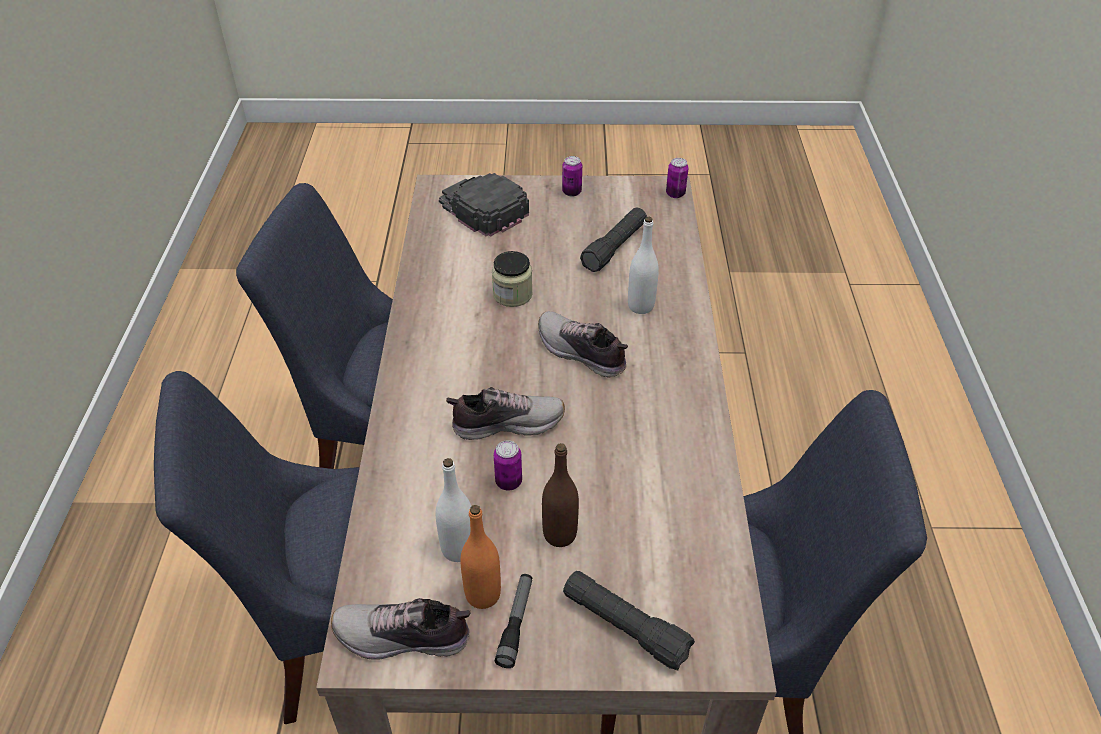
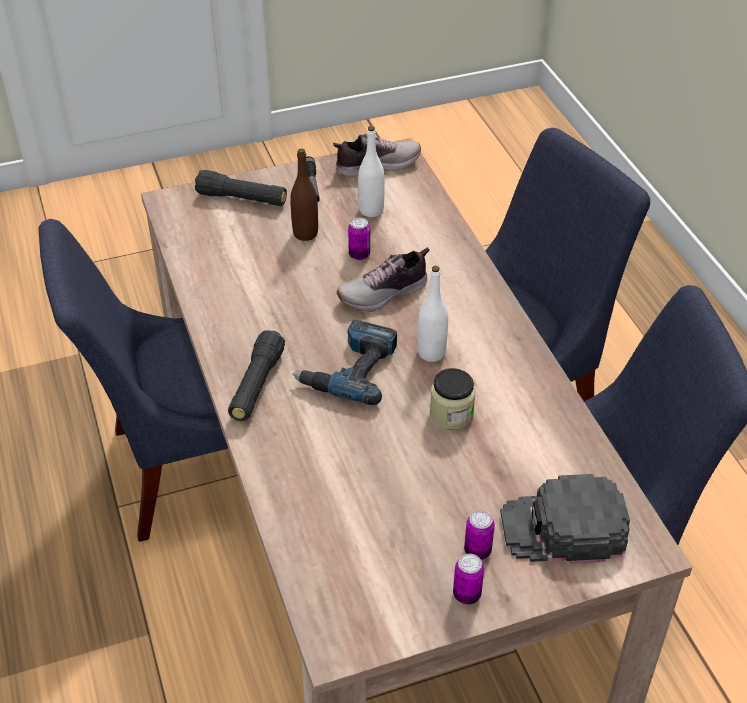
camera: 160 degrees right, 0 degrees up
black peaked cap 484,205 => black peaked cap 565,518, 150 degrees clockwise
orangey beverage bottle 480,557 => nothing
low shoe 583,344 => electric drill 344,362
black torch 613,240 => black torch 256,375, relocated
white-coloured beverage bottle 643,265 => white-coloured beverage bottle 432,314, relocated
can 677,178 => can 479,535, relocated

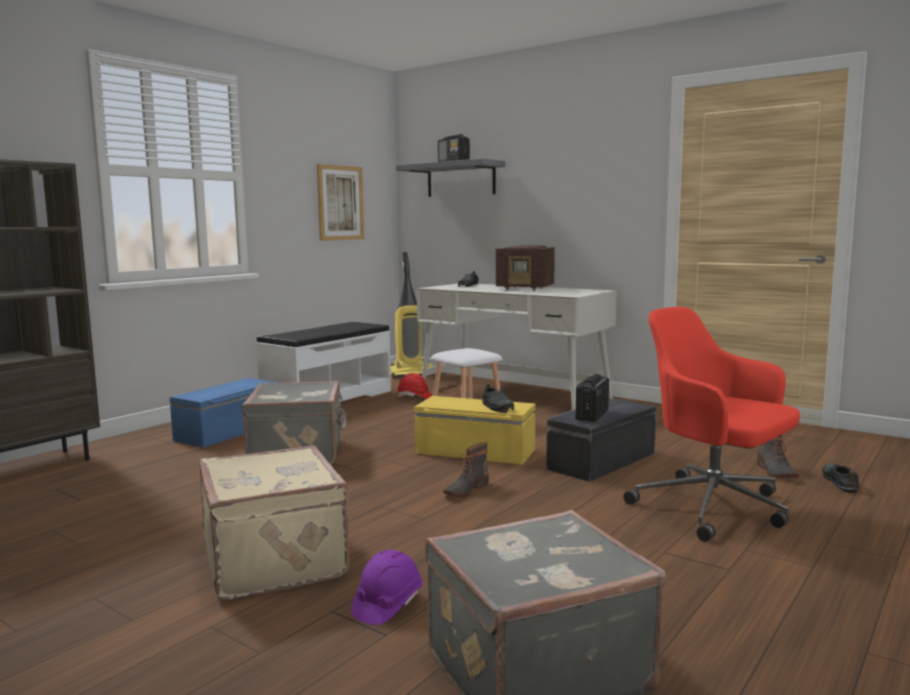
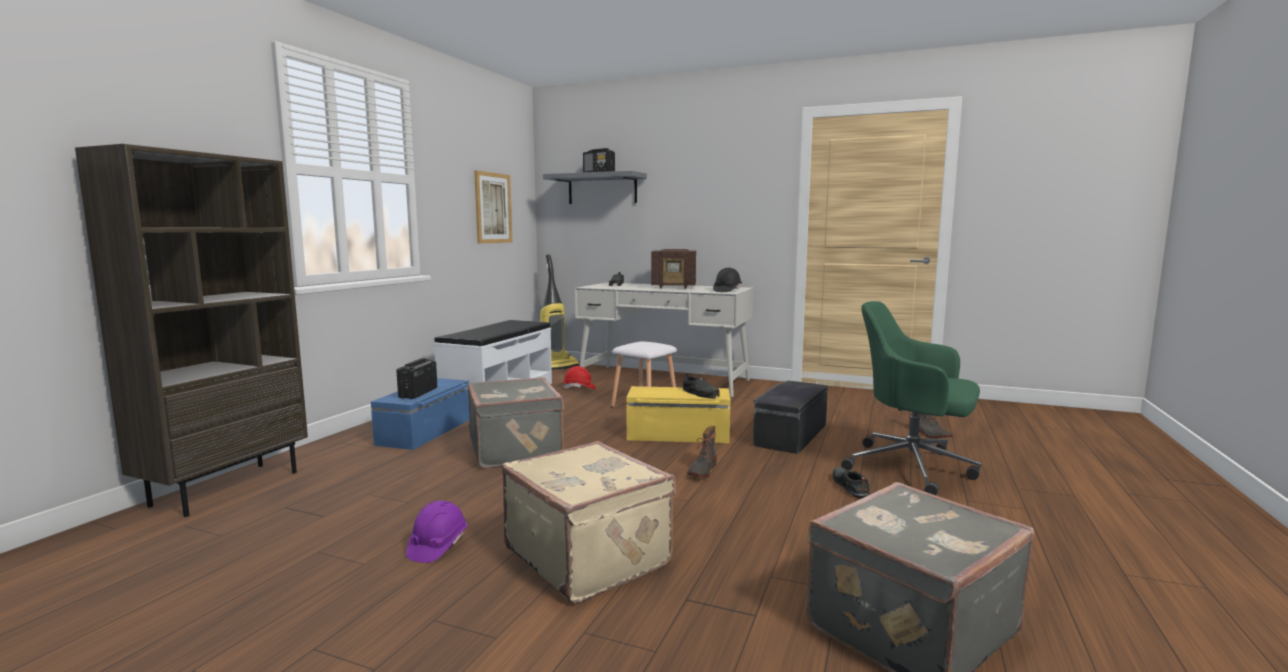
camera: 15 degrees left, 0 degrees up
purple-coloured safety helmet 387,587 => purple-coloured safety helmet 436,531, relocated
radio receiver 592,398 => radio receiver 416,378, relocated
reddish desk chair 711,424 => greenish desk chair 911,398
black low shoe 840,478 => black low shoe 851,483, relocated
nothing => black safety helmet 727,280

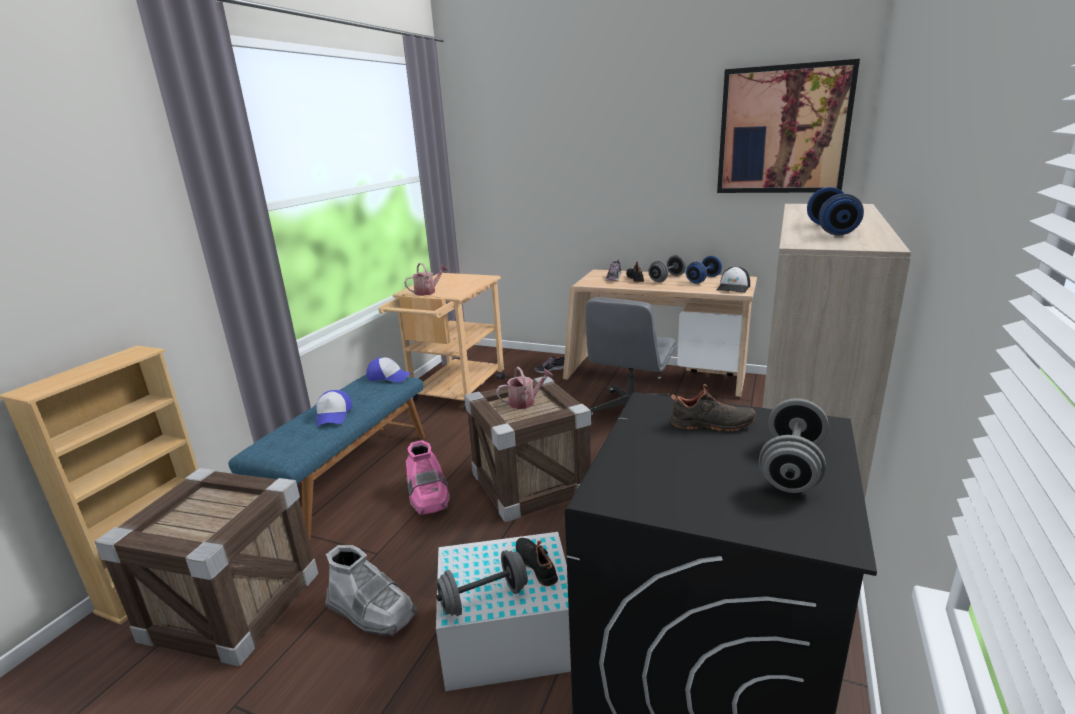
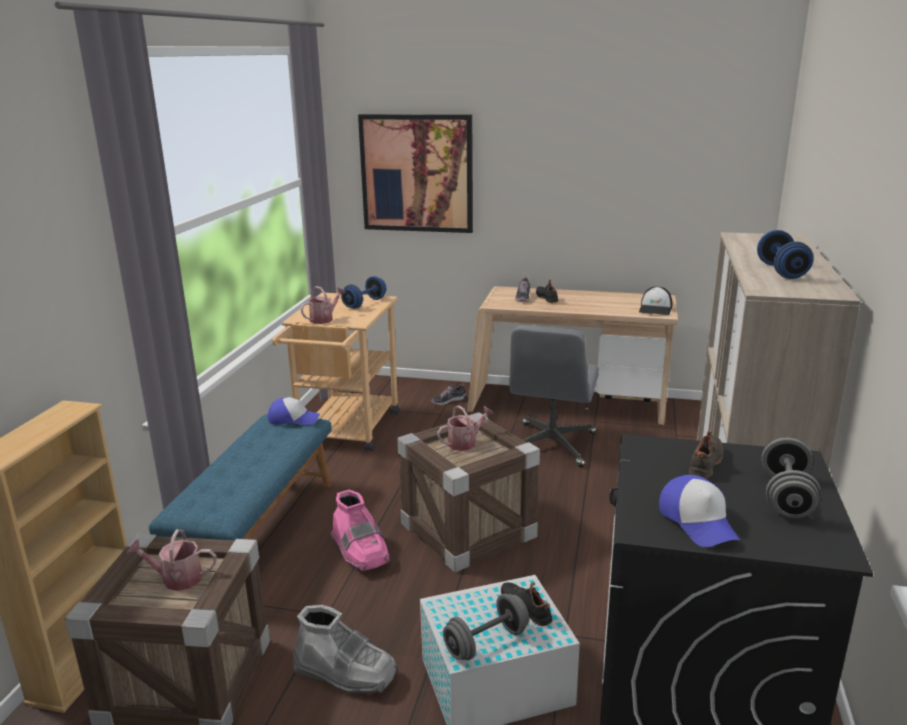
camera: 10 degrees left, 0 degrees up
peaked cap 334,408 => peaked cap 699,511, relocated
grey free weight 667,268 => nothing
black low shoe 713,407 => black low shoe 706,454, 60 degrees counterclockwise
blue free weight 704,270 => blue free weight 363,292, relocated
picture 788,126 => picture 415,173, relocated
nothing => sprinkling can 172,560

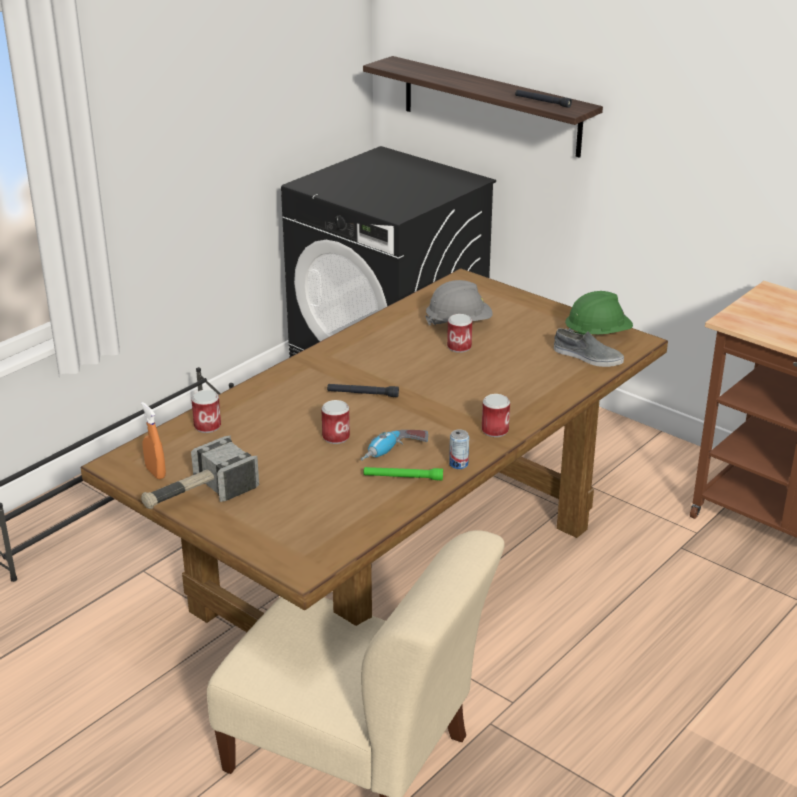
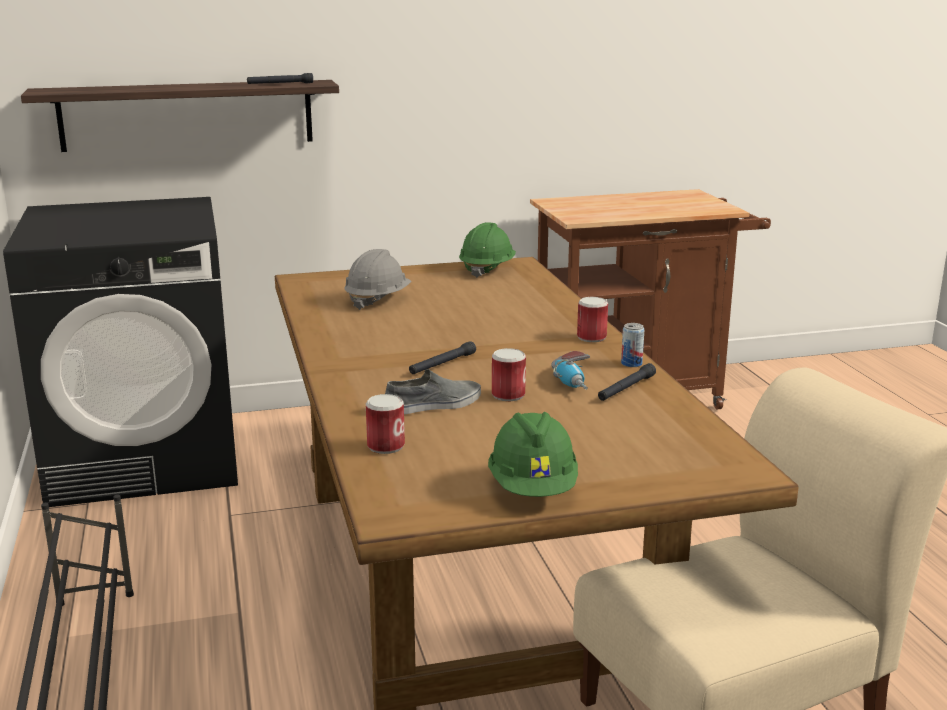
camera: 55 degrees left, 10 degrees down
orangey sprayer 153,440 => nothing
hand hammer 200,472 => greenish safety helmet 533,454
greenish torch 403,473 => black torch 627,382
can 459,333 => nothing
grey low shoe 589,347 => grey low shoe 433,391, relocated

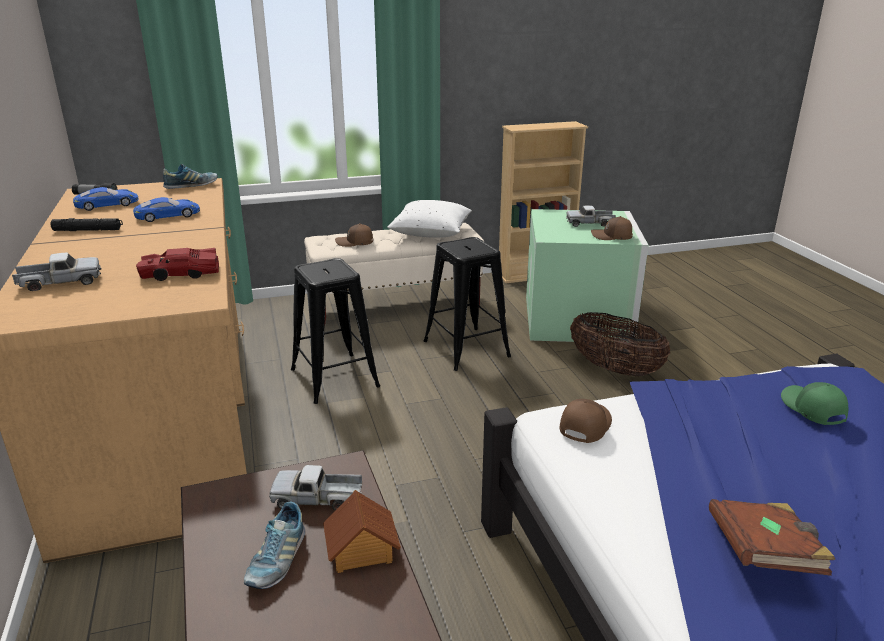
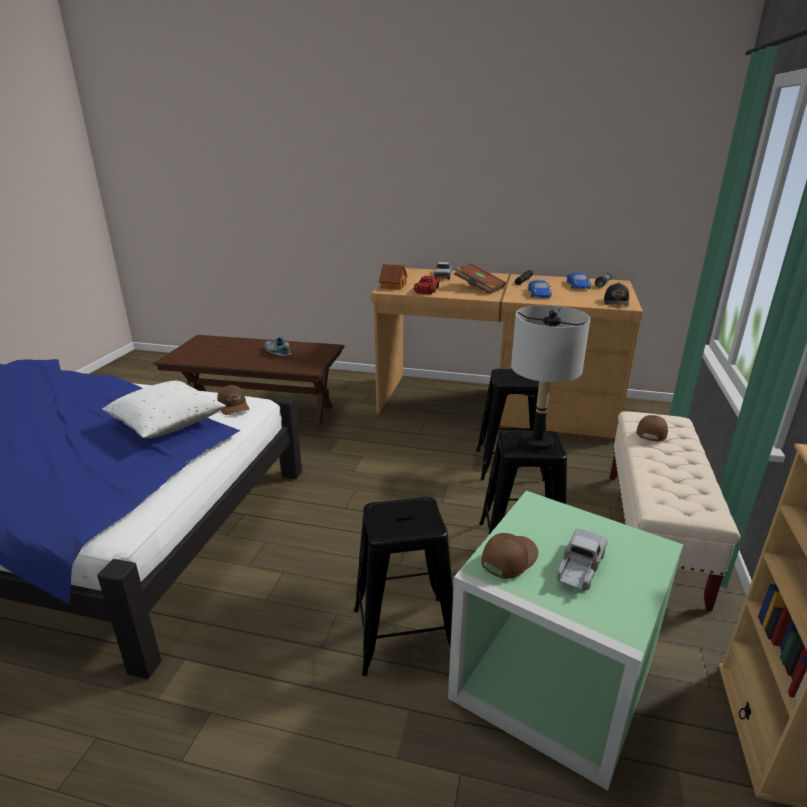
camera: 120 degrees right, 0 degrees up
low shoe 190,176 => black peaked cap 616,294
toy lorry 315,487 => nothing
toy house 362,531 => toy house 393,277, relocated
white-coloured cushion 429,219 => white-coloured cushion 164,409, relocated
basket 620,344 => black sitting stool 403,586
brown-coloured book 772,537 => brown-coloured book 480,278, relocated
greenish peaked cap 814,403 => nothing
nothing => grey lamp for a table 550,378

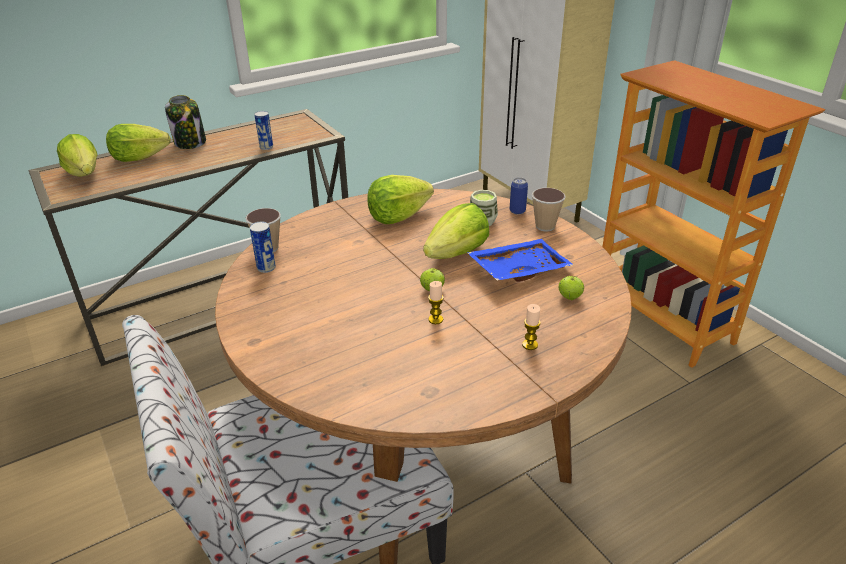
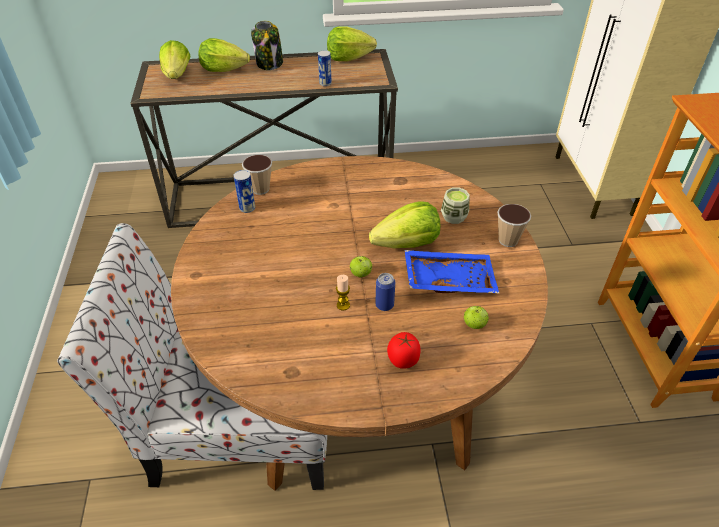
camera: 25 degrees right, 10 degrees up
lettuce 401,199 => lettuce 352,43, relocated
can 519,195 => can 385,292, relocated
wax candle 531,327 => whole tomato 404,350

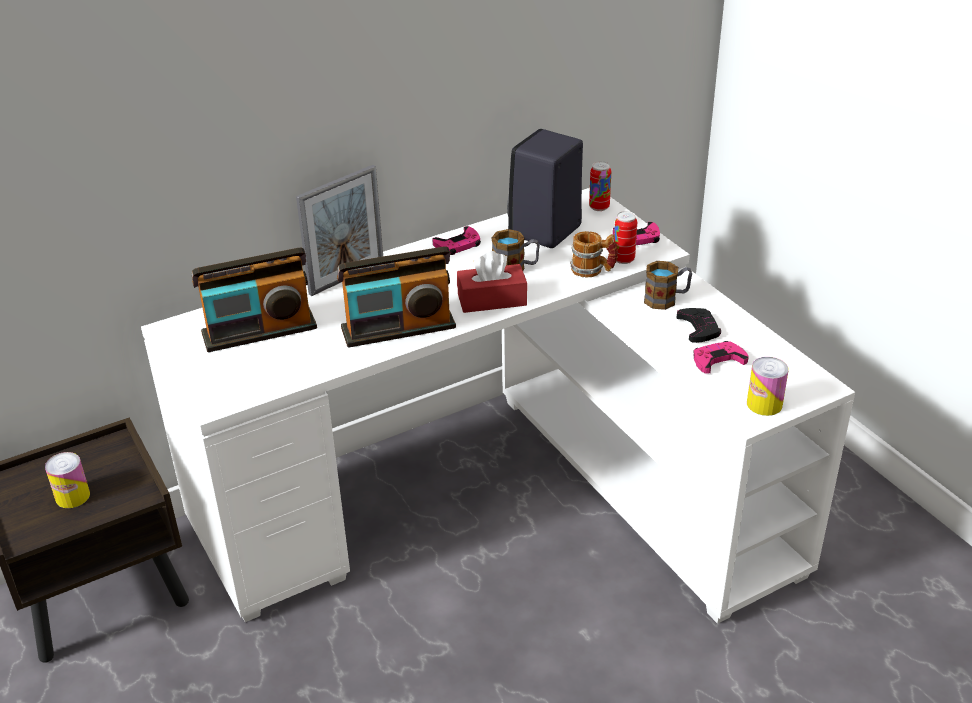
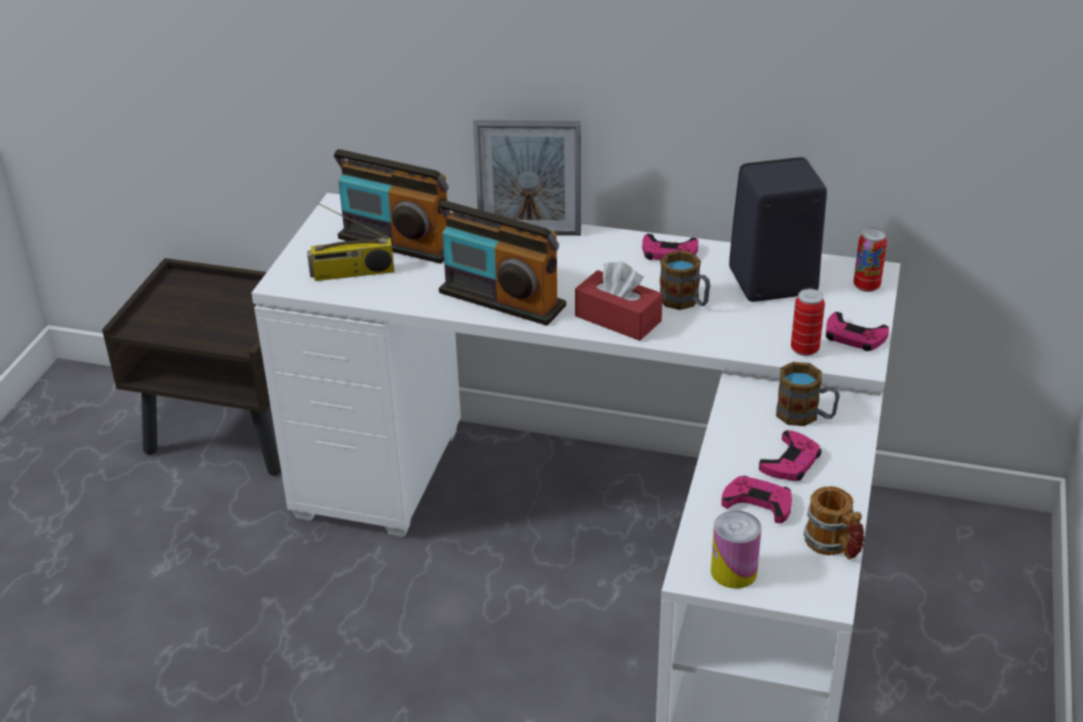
camera: 45 degrees right, 0 degrees up
can 67,480 => nothing
mug 594,254 => mug 834,523, relocated
black game controller 699,325 => pink game controller 790,455
nothing => radio receiver 350,242

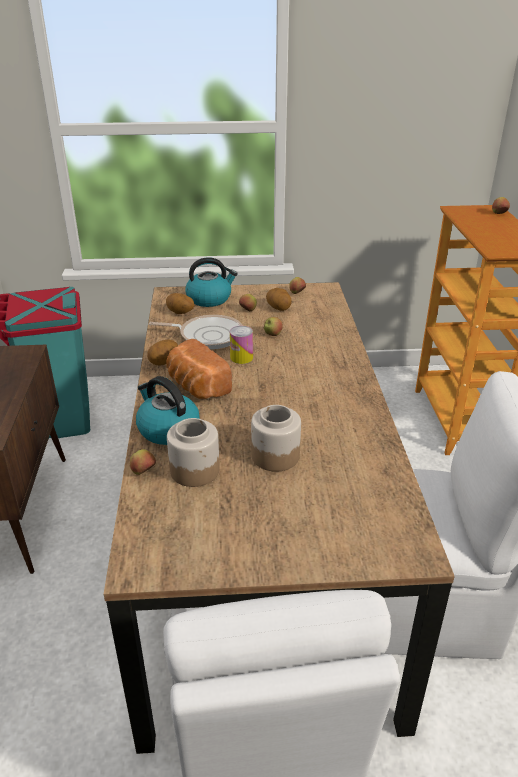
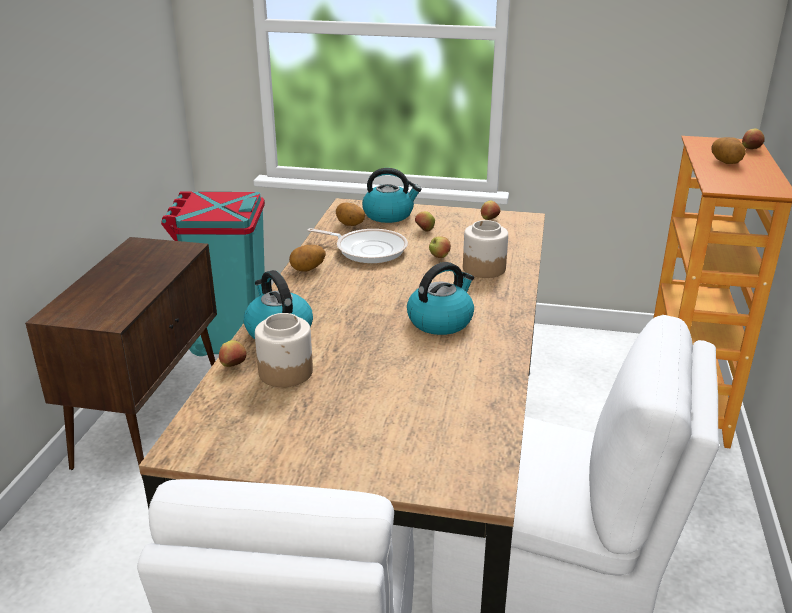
camera: 15 degrees right, 5 degrees down
bread 199,369 => nothing
can 241,345 => nothing
preserve jar 276,438 => preserve jar 485,249, relocated
potato 279,299 => potato 728,150, relocated
nothing => tea kettle 440,298

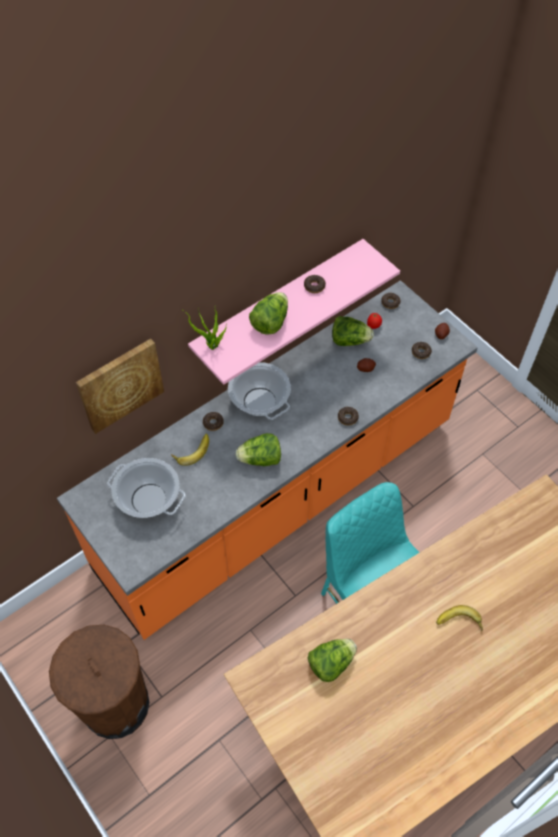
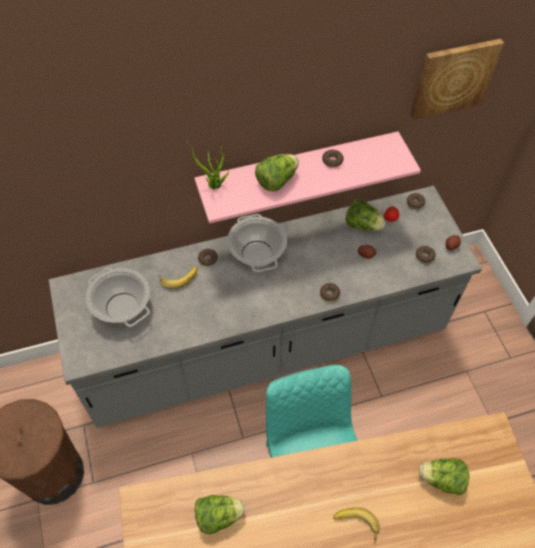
camera: 20 degrees right, 0 degrees up
orangey kitchen counter 267,460 => grey kitchen counter 265,307
picture 120,386 => picture 457,79, relocated
lettuce 258,449 => lettuce 444,476, relocated

